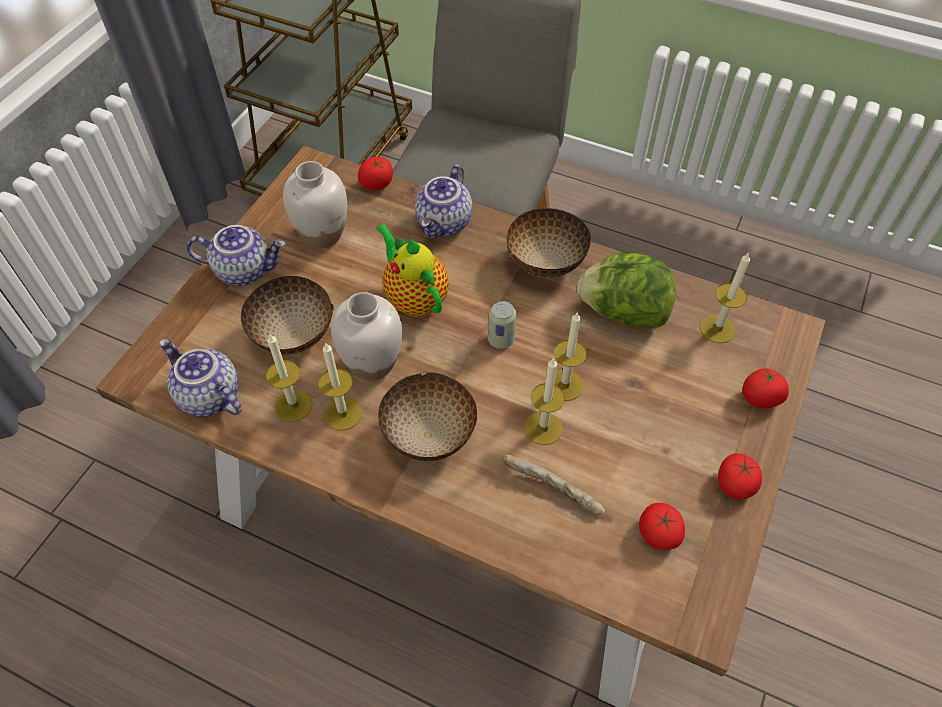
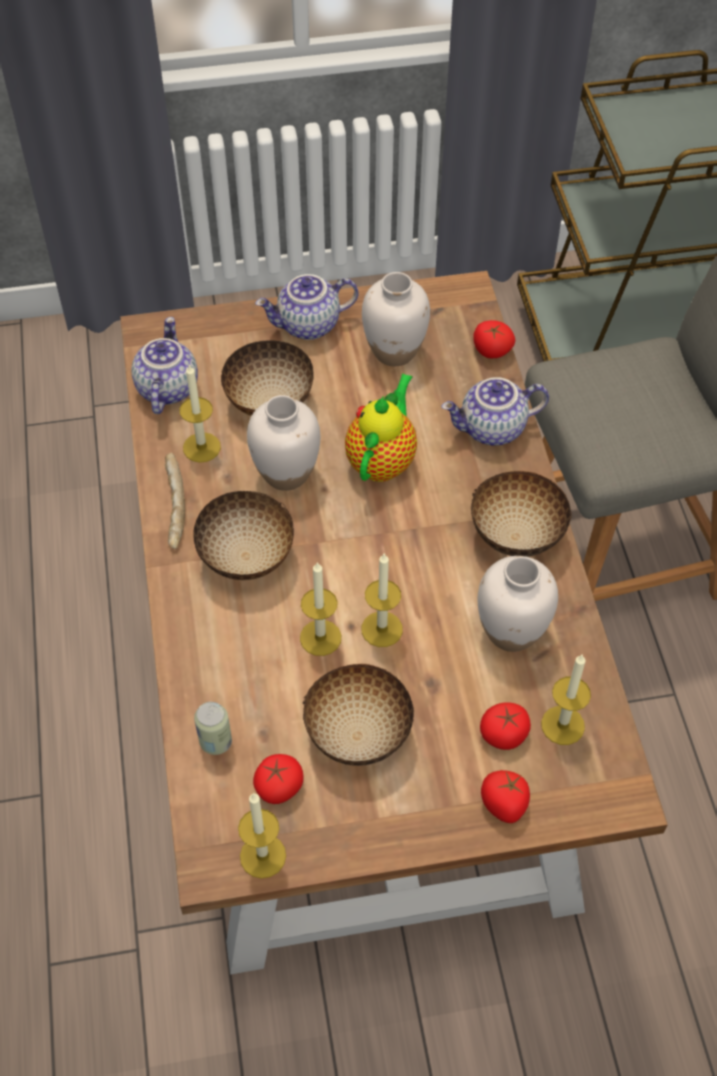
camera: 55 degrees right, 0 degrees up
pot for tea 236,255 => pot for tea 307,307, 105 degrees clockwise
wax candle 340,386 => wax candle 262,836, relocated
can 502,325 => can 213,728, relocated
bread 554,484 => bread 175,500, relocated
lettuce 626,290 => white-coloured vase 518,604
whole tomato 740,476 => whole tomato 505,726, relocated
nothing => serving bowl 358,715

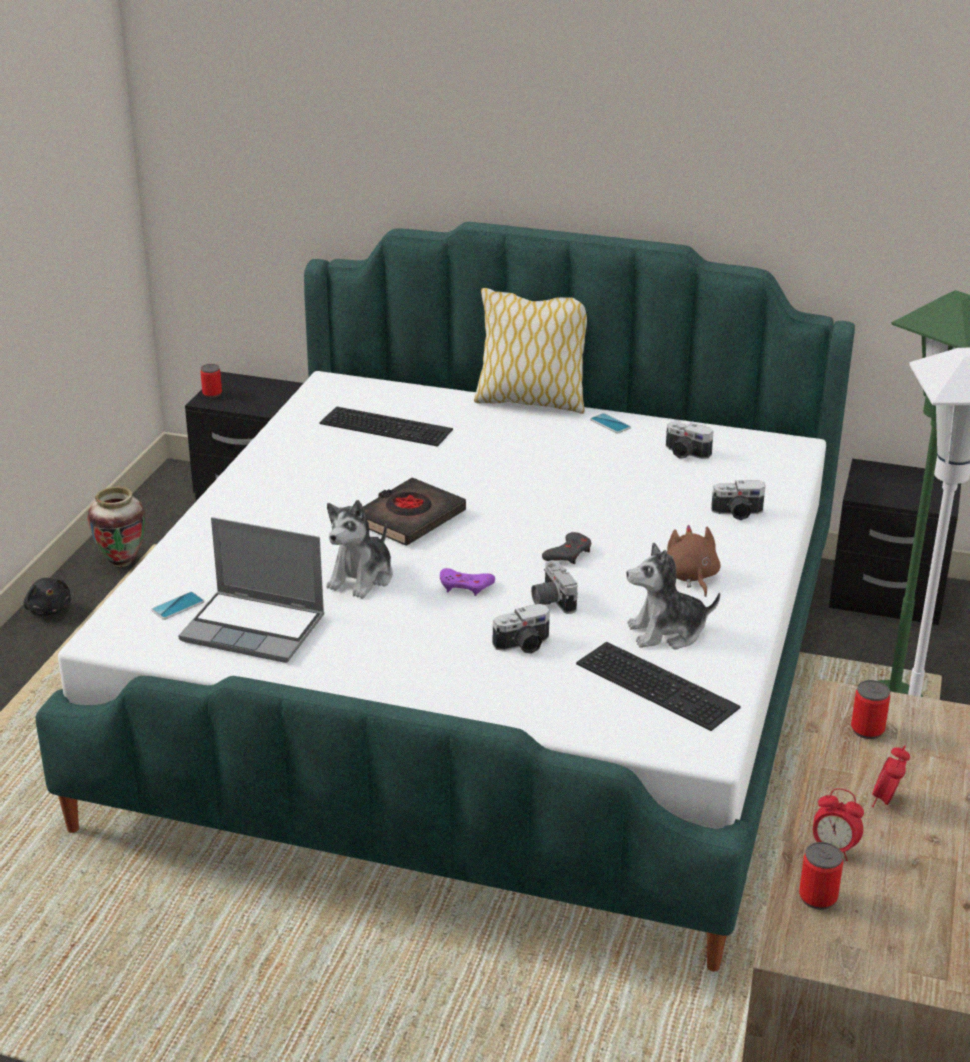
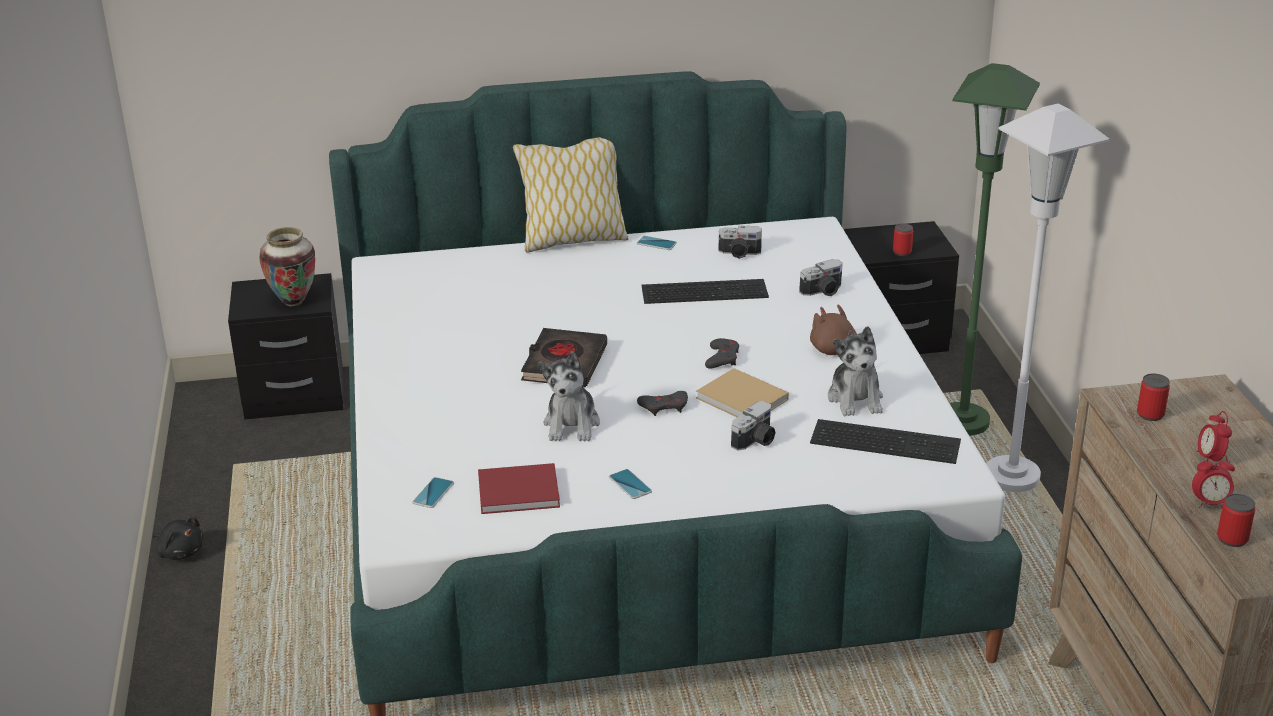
camera: 25 degrees left, 0 degrees up
vase 116,527 => vase 287,267, relocated
laptop 251,590 => reddish book 519,488
can 211,381 => can 903,239, relocated
keyboard 386,426 => keyboard 705,291, relocated
purple-coloured game controller 467,582 => grey game controller 662,403
photo camera 554,587 => beige book 742,392
cuddly toy 673,596 => cuddly toy 855,371, 60 degrees counterclockwise
nothing => telephone 630,484

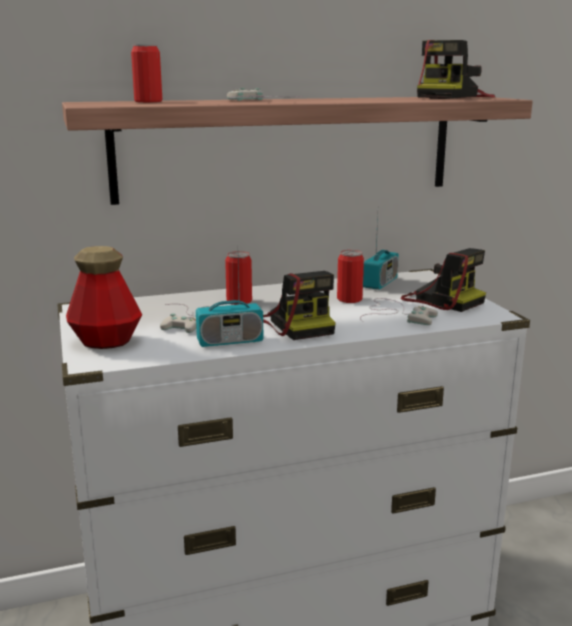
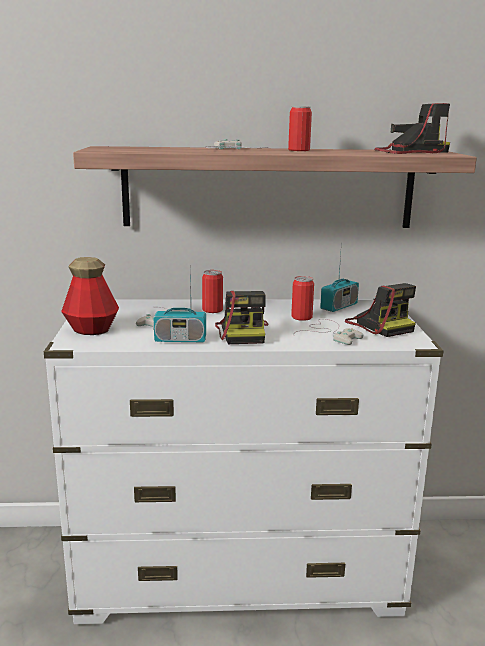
camera: 15 degrees right, 0 degrees up
can 146,73 => can 300,128, relocated
photo camera 456,69 => photo camera 412,128, 150 degrees counterclockwise

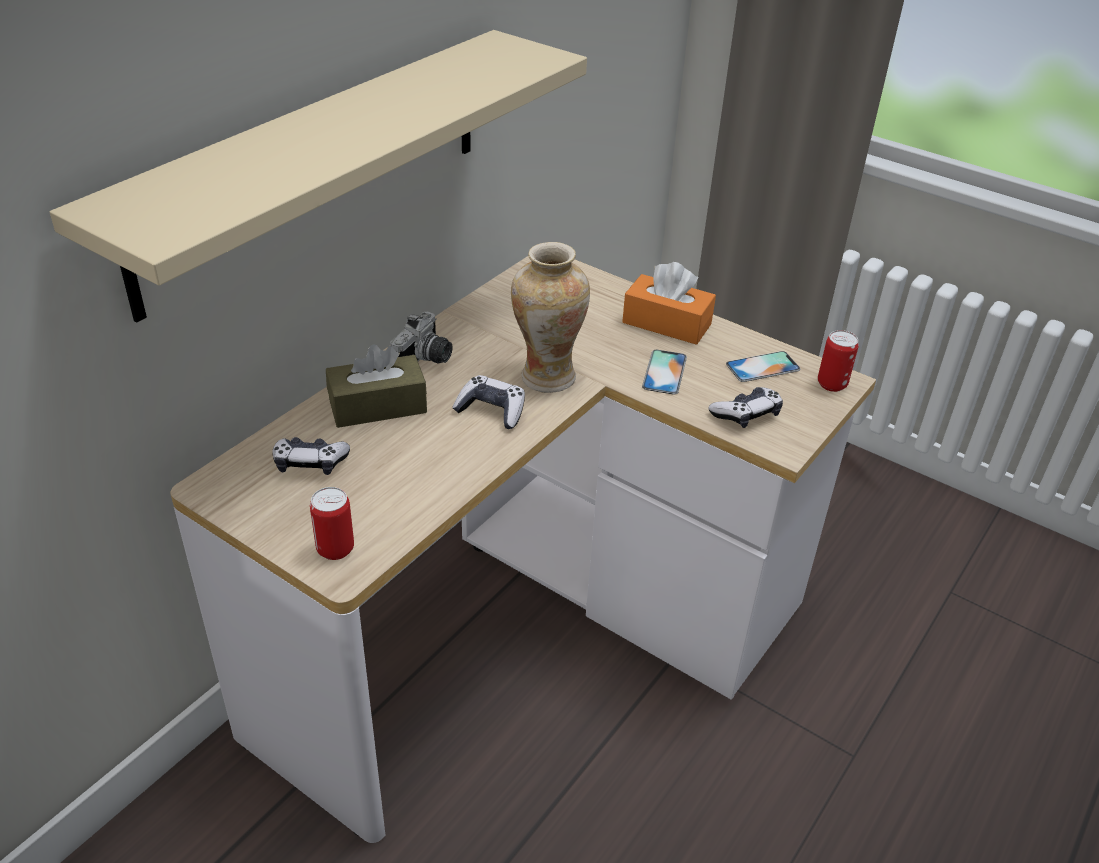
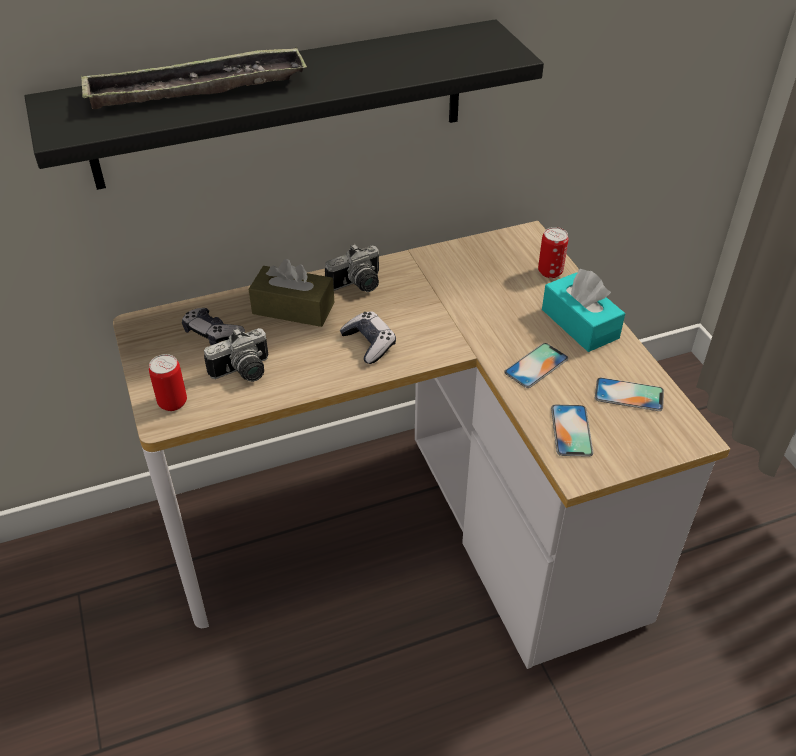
camera: 35 degrees right, 5 degrees up
beige shelf 318,176 => black shelf 284,104
vase 550,317 => nothing
orangey tissue box 669,303 => turquoise-coloured tissue box 583,310
game controller 745,407 => telephone 572,430
can 838,361 => can 553,252, relocated
nothing => carrying tray 194,78
nothing => photo camera 236,355

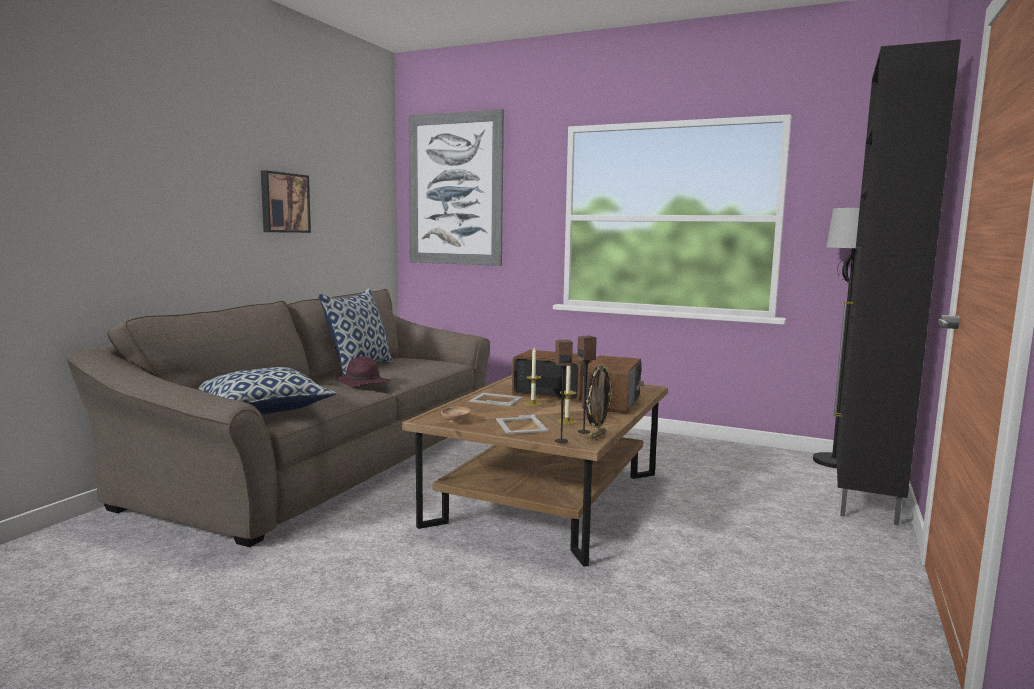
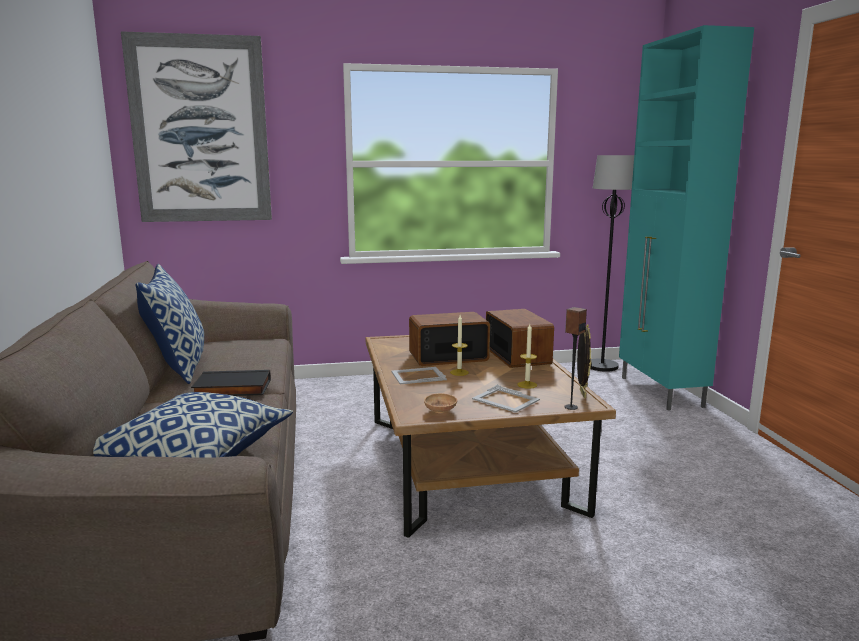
camera: 35 degrees left, 5 degrees up
picture 286,201 => nothing
purple-coloured clothing hat 362,371 => black book 231,383
loudspeaker 587,385 => nothing
black cupboard 897,282 => turquoise-coloured cupboard 686,218

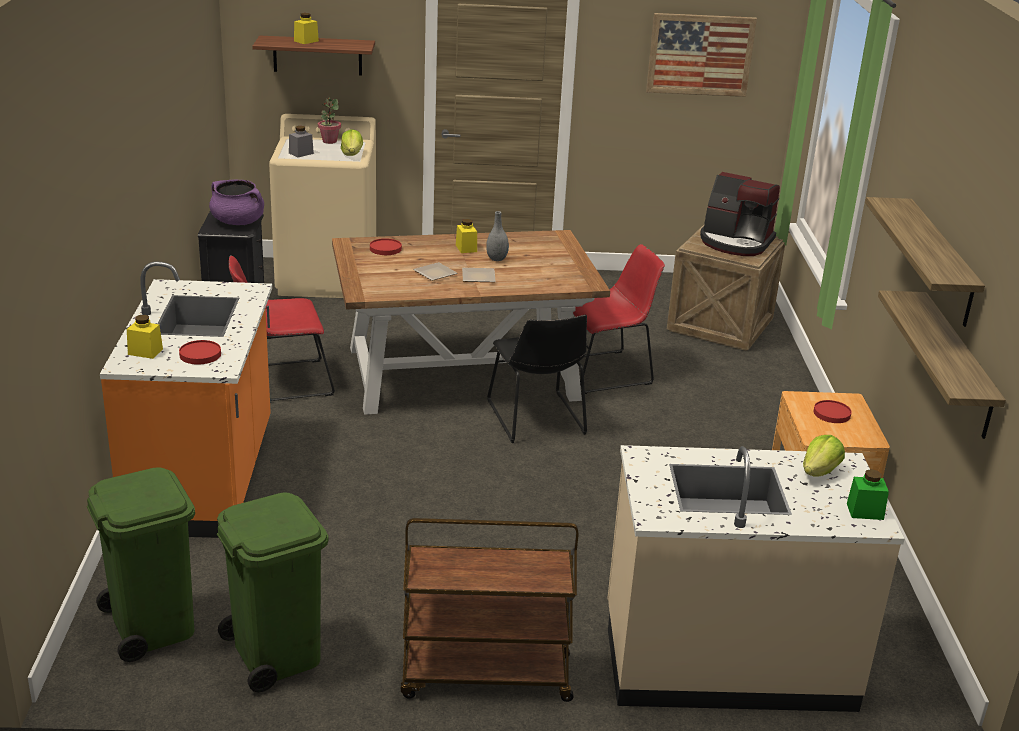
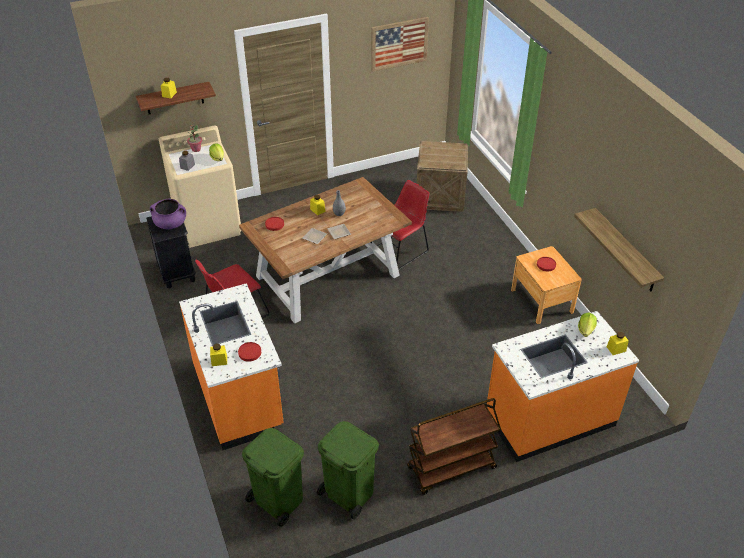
camera: 20 degrees left, 15 degrees up
black plain chair 537,379 => nothing
beige kitchen counter 756,578 => orangey kitchen counter 563,386
coffee maker 740,214 => nothing
greenish preserve jar 868,494 => yellowish preserve jar 618,343
shelf 925,262 => nothing

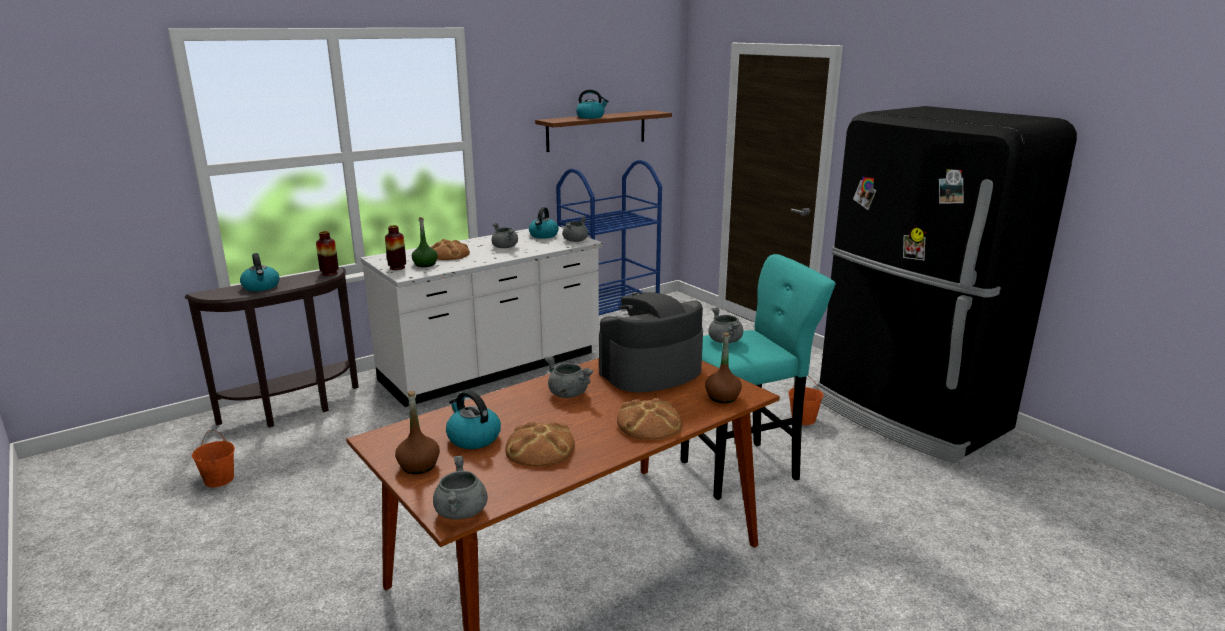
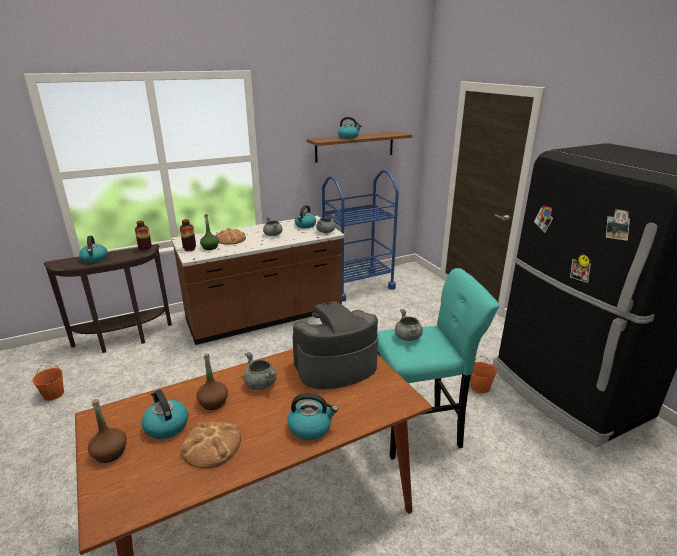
camera: 10 degrees right, 5 degrees up
white-coloured kitchen counter 481,316 => brown-coloured kitchen counter 258,280
grey stockpot 460,487 => nothing
bread 649,419 => tea kettle 312,416
brown-coloured beverage bottle 723,367 => brown-coloured beverage bottle 212,381, relocated

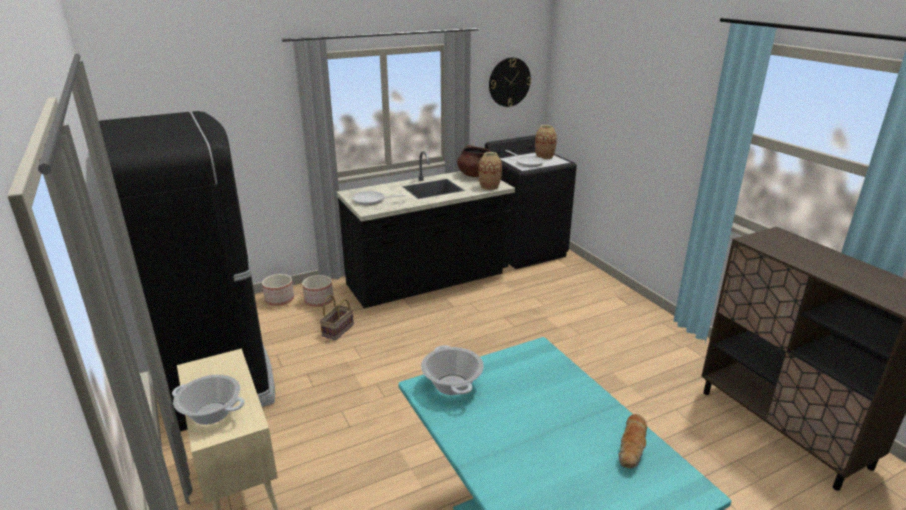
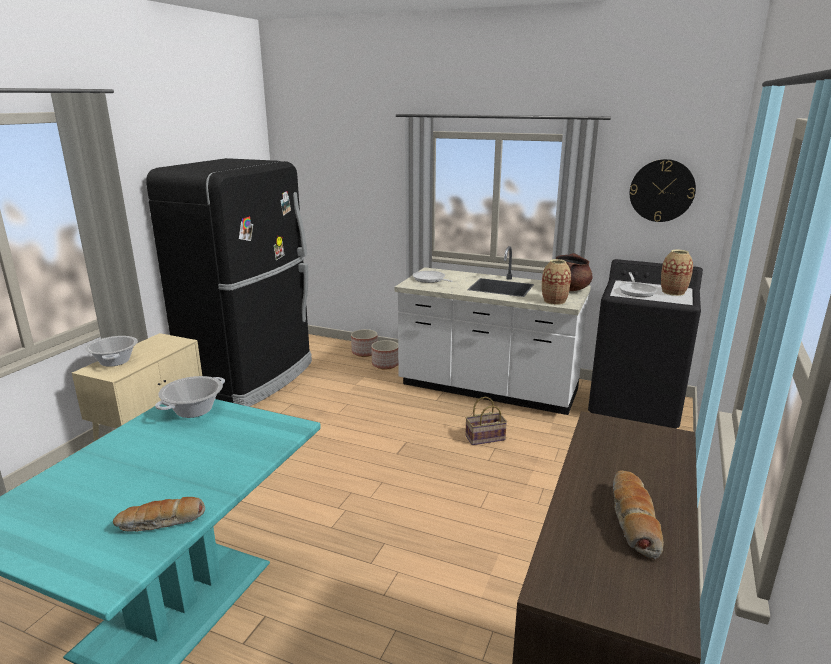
camera: 50 degrees right, 5 degrees down
basket 336,317 => basket 486,421, relocated
black kitchen counter 426,229 => white-coloured kitchen counter 493,330
nothing => bread 638,514

